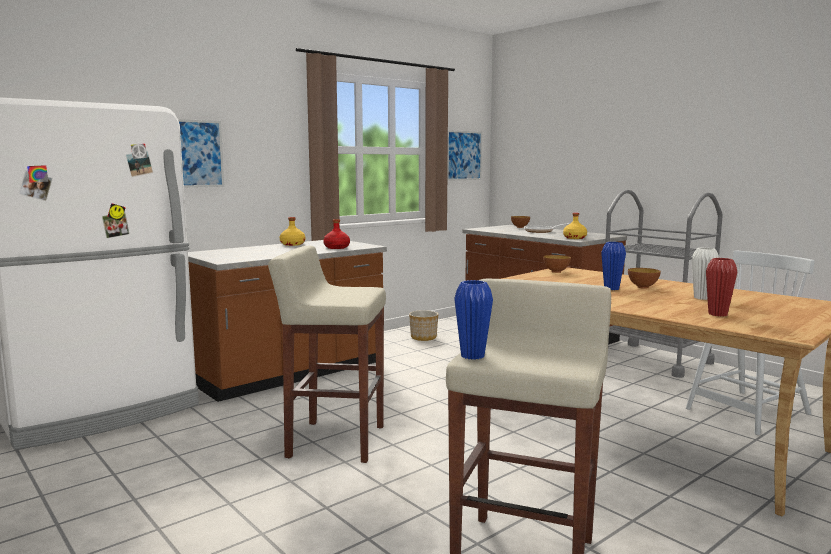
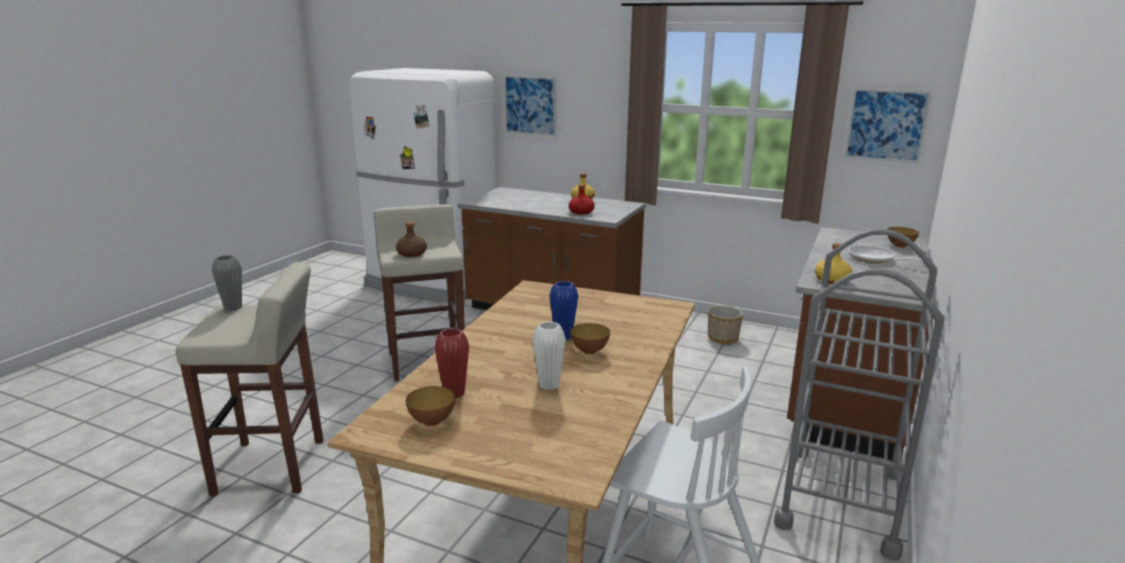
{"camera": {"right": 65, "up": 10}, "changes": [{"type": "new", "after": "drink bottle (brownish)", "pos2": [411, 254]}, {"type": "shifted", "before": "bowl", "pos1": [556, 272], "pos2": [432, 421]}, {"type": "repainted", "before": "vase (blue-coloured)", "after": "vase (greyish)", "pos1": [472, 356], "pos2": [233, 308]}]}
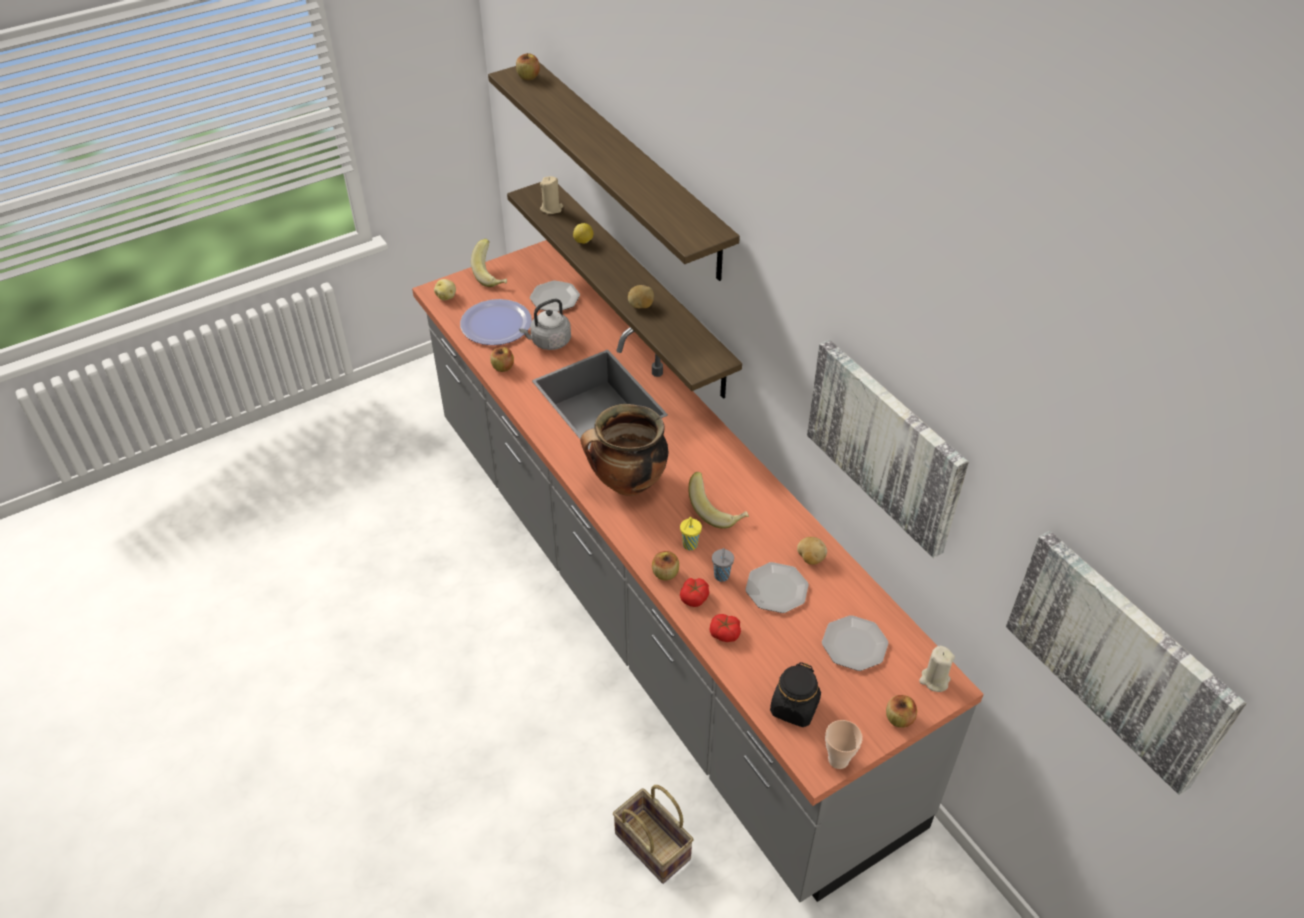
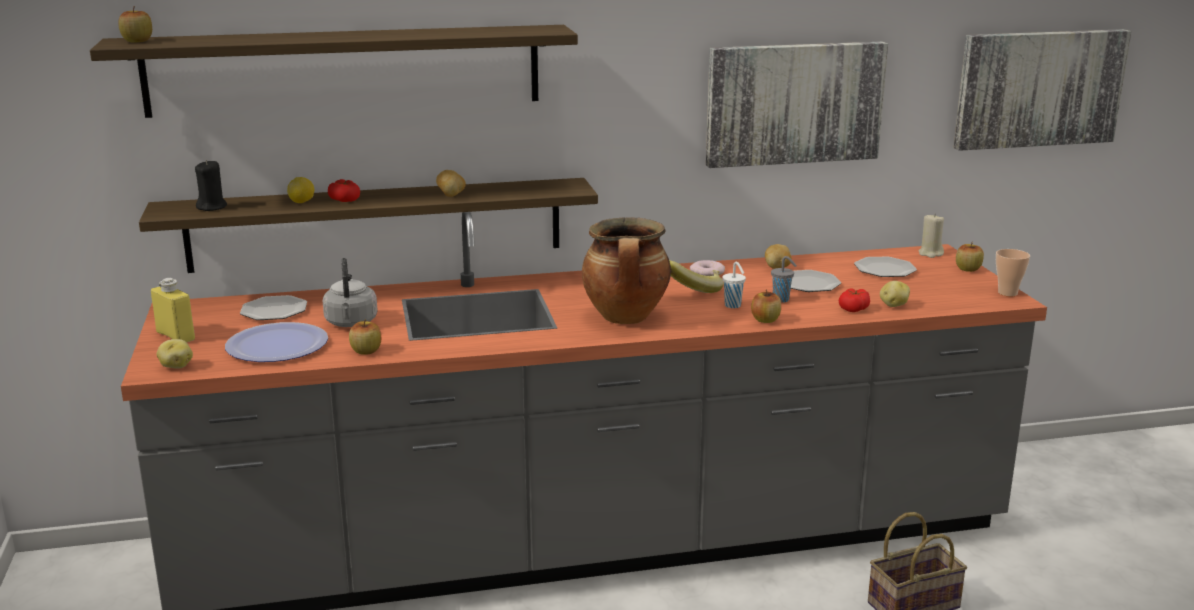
{"camera": {"right": -70, "up": -25}, "changes": [{"type": "gone", "before": "preserve jar (blackish)", "pos1": [794, 707]}, {"type": "new", "after": "ring doughnut", "pos2": [707, 273]}, {"type": "new", "after": "whole potato", "pos2": [893, 305]}, {"type": "shifted", "before": "fresh tomato", "pos1": [694, 597], "pos2": [345, 200]}, {"type": "swapped", "before": "banana", "after": "drink bottle (yellow)", "pos1": [492, 275], "pos2": [175, 336]}, {"type": "repainted", "before": "wax light (beige)", "after": "wax light (blackish)", "pos1": [551, 208], "pos2": [212, 207]}, {"type": "repainted", "before": "drinking cup (yellow)", "after": "drinking cup (white)", "pos1": [689, 545], "pos2": [733, 306]}]}
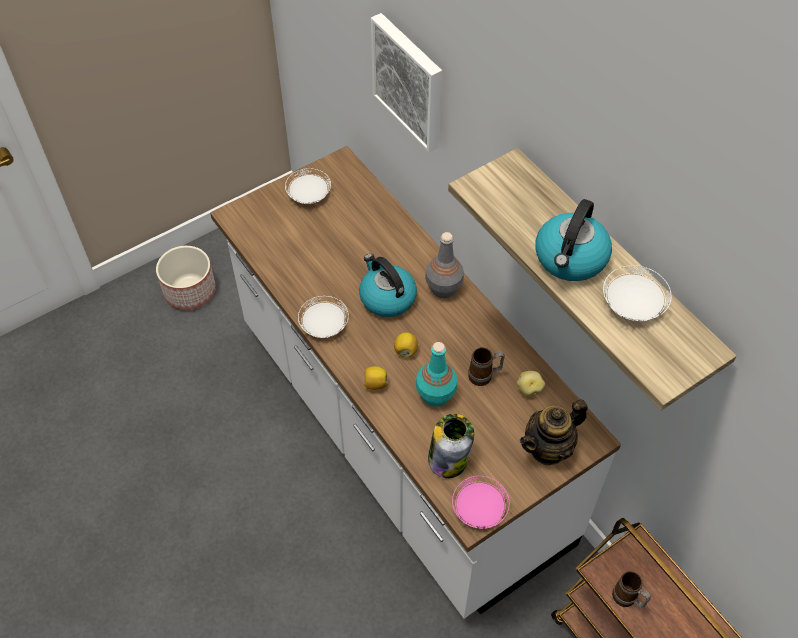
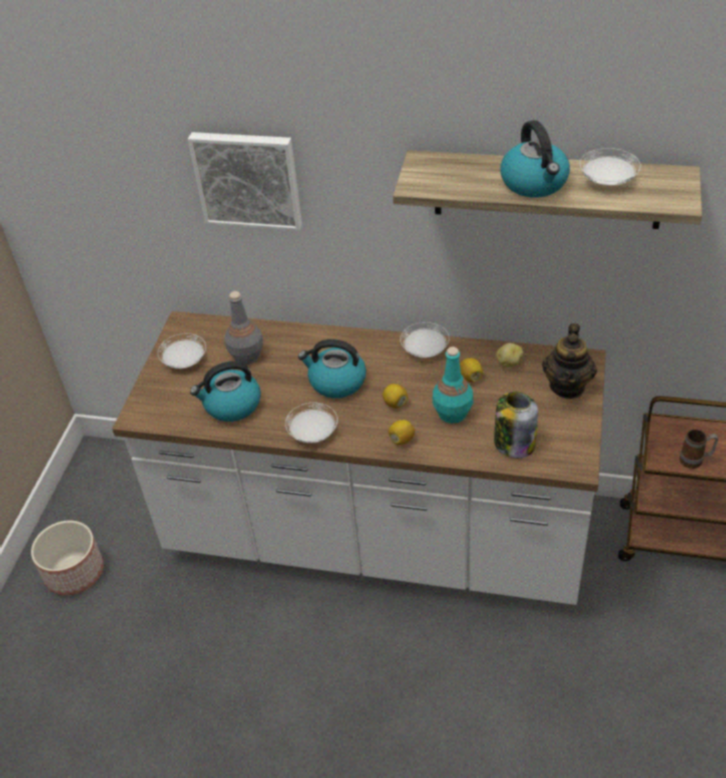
{"camera": {"right": -40, "up": -10}, "changes": [{"type": "gone", "before": "plate (pink-coloured)", "pos1": [479, 510]}, {"type": "new", "after": "tea kettle", "pos2": [231, 405]}, {"type": "new", "after": "plate (white)", "pos2": [424, 350]}, {"type": "shifted", "before": "drink bottle (greyish)", "pos1": [443, 288], "pos2": [247, 356]}, {"type": "swapped", "before": "mug", "after": "lemon", "pos1": [485, 376], "pos2": [470, 377]}]}
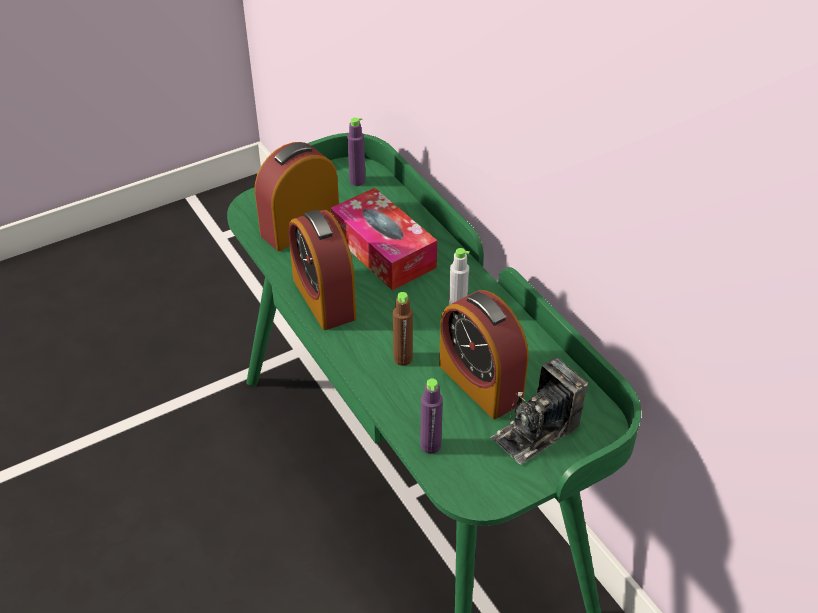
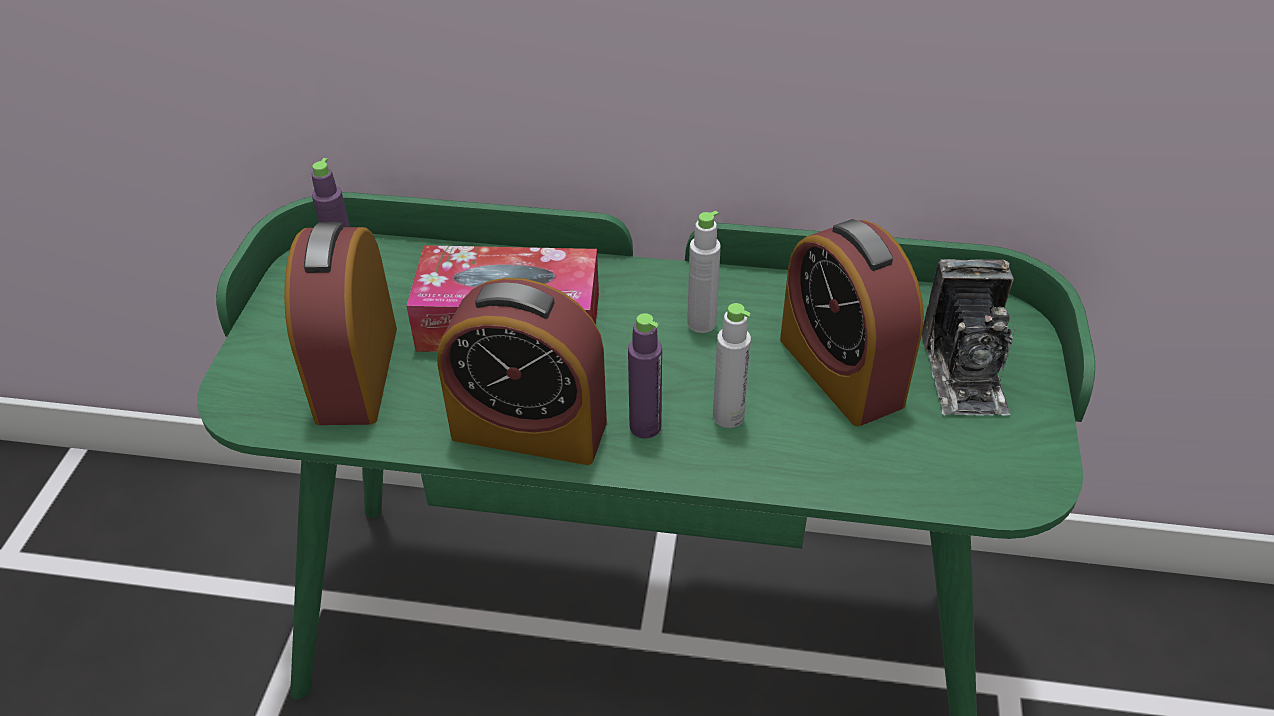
{"camera": {"right": -50, "up": 0}, "changes": [{"type": "shifted", "before": "drink bottle (purplish)", "pos1": [430, 445], "pos2": [645, 427]}, {"type": "repainted", "before": "drink bottle (brownish)", "after": "drink bottle (greyish)", "pos1": [403, 358], "pos2": [728, 416]}, {"type": "rotated", "before": "alarm clock", "pos1": [480, 383], "pos2": [840, 371], "turn": 60}]}
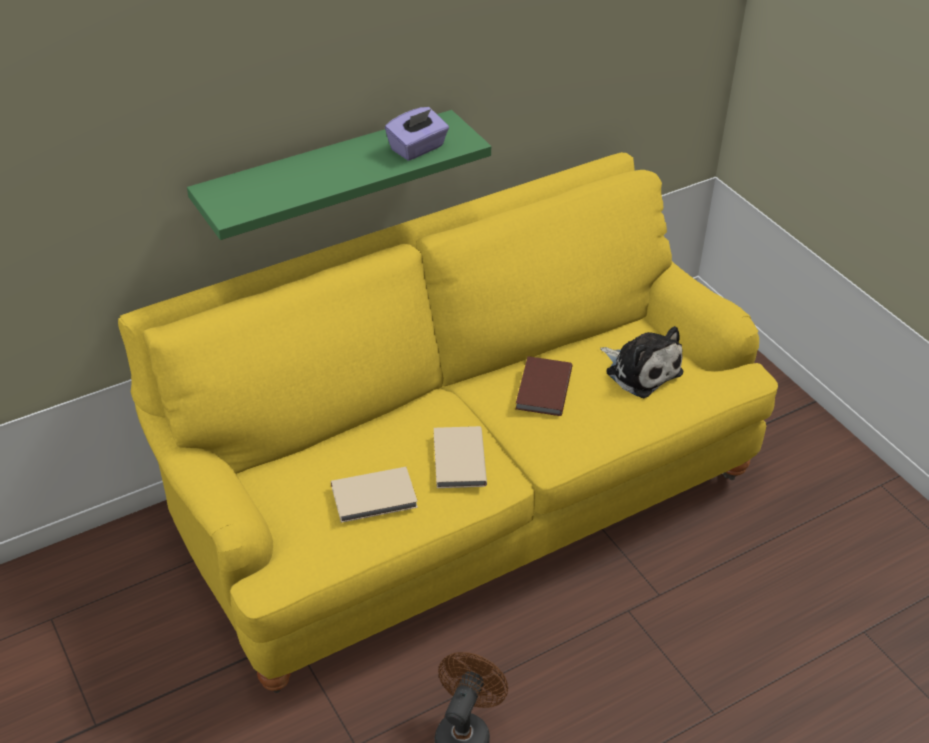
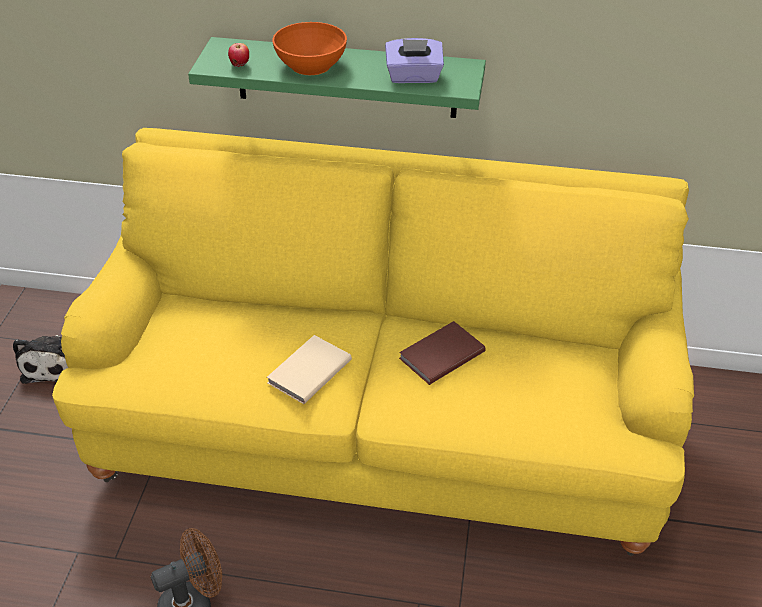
{"camera": {"right": 40, "up": 0}, "changes": [{"type": "gone", "before": "volume (beige)", "pos1": [375, 498]}, {"type": "new", "after": "apple", "pos2": [240, 65]}, {"type": "new", "after": "bowl (orange)", "pos2": [310, 65]}, {"type": "shifted", "before": "cuddly toy", "pos1": [641, 370], "pos2": [53, 365]}]}
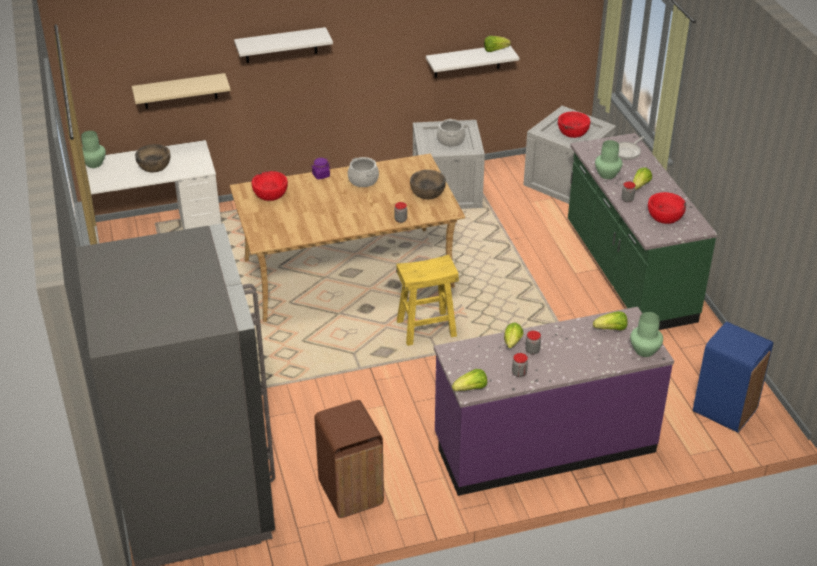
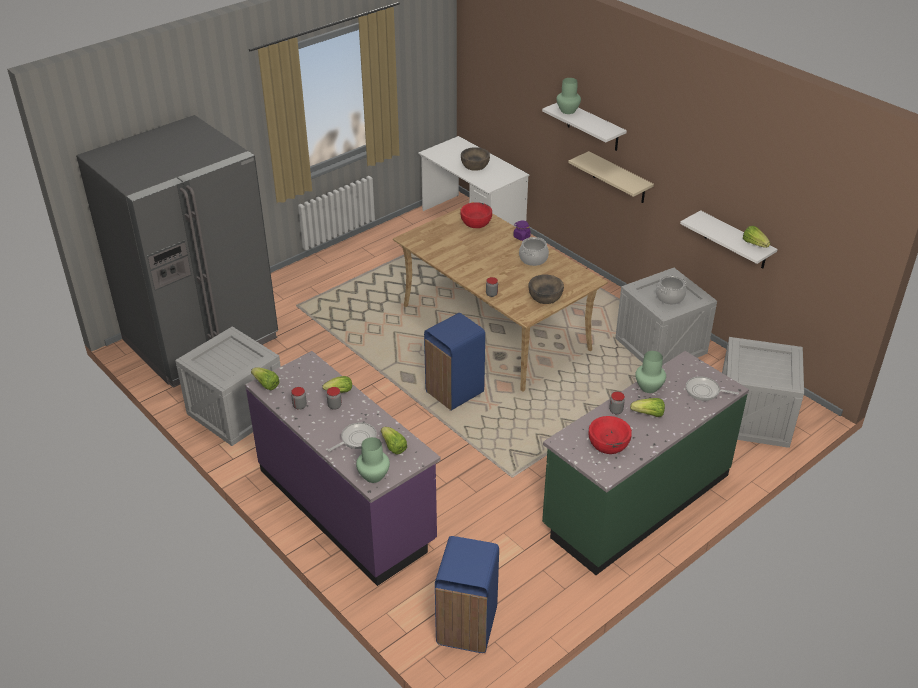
{"camera": {"right": 65, "up": 0}, "changes": [{"type": "gone", "before": "bowl (red)", "pos1": [573, 131]}, {"type": "new", "after": "frying pan", "pos2": [356, 439]}, {"type": "shifted", "before": "vase (green)", "pos1": [94, 163], "pos2": [568, 111]}, {"type": "shifted", "before": "bracket shelf (beige)", "pos1": [180, 91], "pos2": [619, 178]}, {"type": "swapped", "before": "rubbish bin (brownish)", "after": "shipping crate", "pos1": [350, 493], "pos2": [236, 411]}, {"type": "swapped", "before": "sitting stool (yellow)", "after": "rubbish bin (blue-coloured)", "pos1": [426, 329], "pos2": [454, 392]}]}
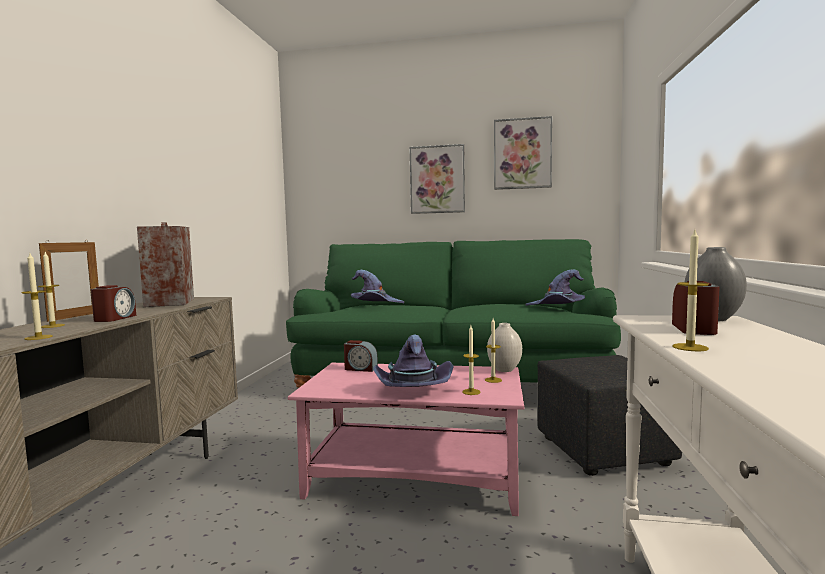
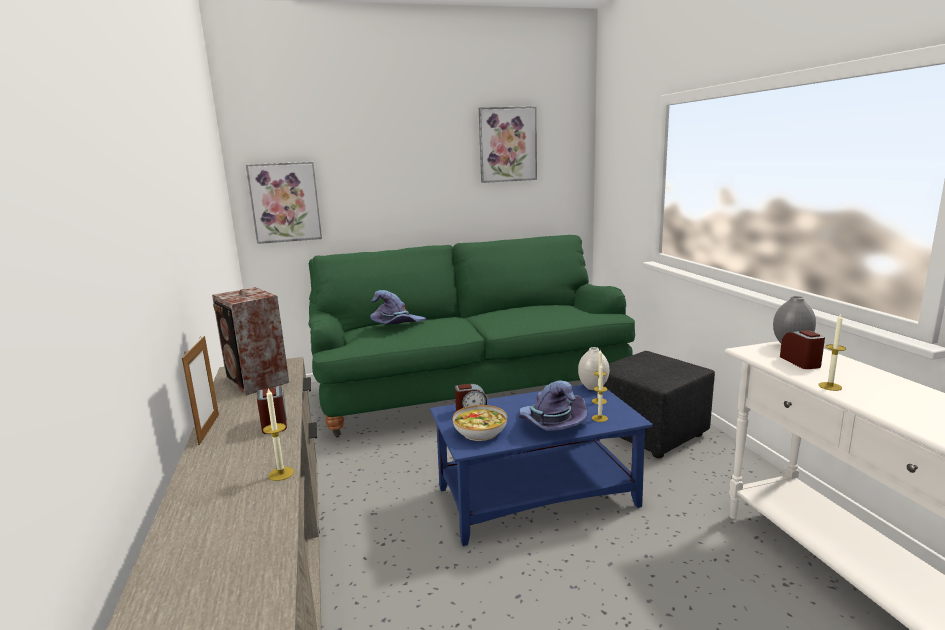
{"camera": {"right": -25, "up": 10}, "changes": [{"type": "gone", "before": "wax light", "pos1": [52, 326]}, {"type": "gone", "before": "wearable hat (purplish)", "pos1": [557, 307]}, {"type": "new", "after": "bowl", "pos2": [480, 432]}, {"type": "shifted", "before": "wall art", "pos1": [437, 179], "pos2": [285, 202]}, {"type": "repainted", "before": "coffee table (pink-coloured)", "after": "coffee table (blue-coloured)", "pos1": [416, 477], "pos2": [538, 496]}]}
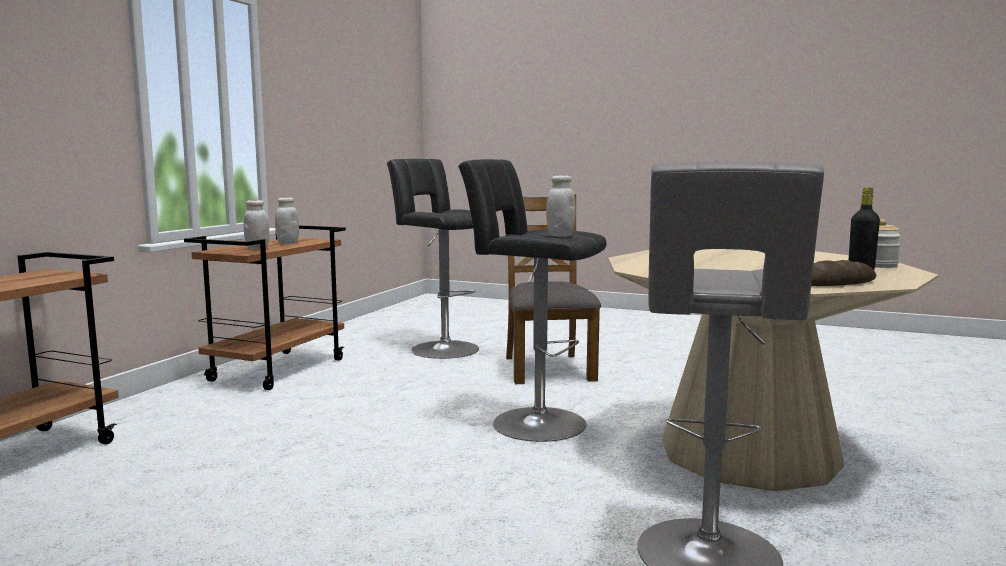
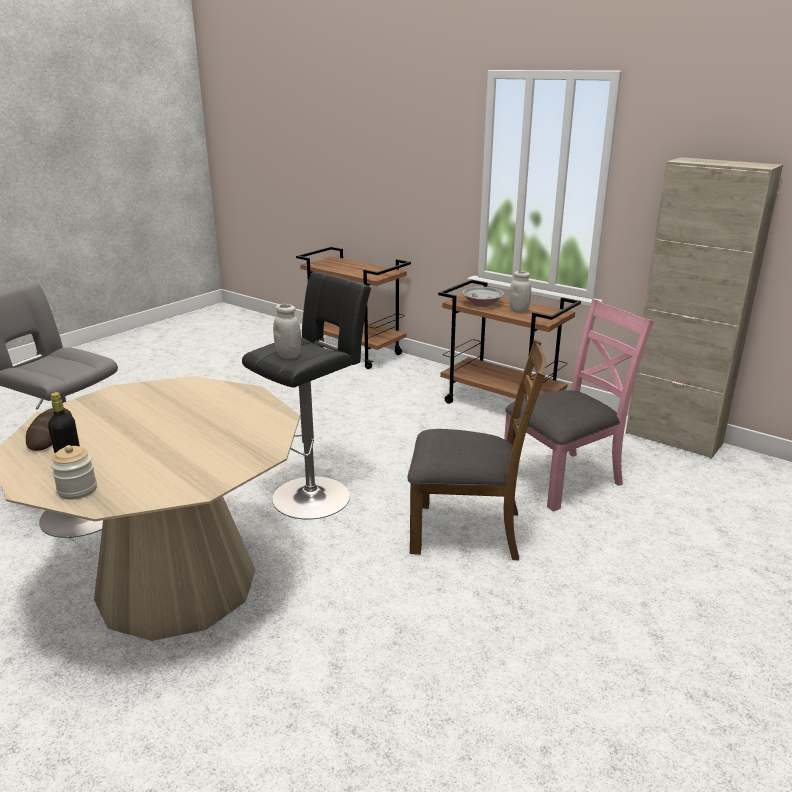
{"camera": {"right": 105, "up": 15}, "changes": [{"type": "new", "after": "cabinet (beige)", "pos2": [673, 438]}, {"type": "swapped", "before": "preserve jar (white)", "after": "bowl", "pos1": [257, 248], "pos2": [482, 304]}, {"type": "swapped", "before": "sitting stool (blackish)", "after": "plain chair (pink-coloured)", "pos1": [441, 348], "pos2": [563, 479]}]}
